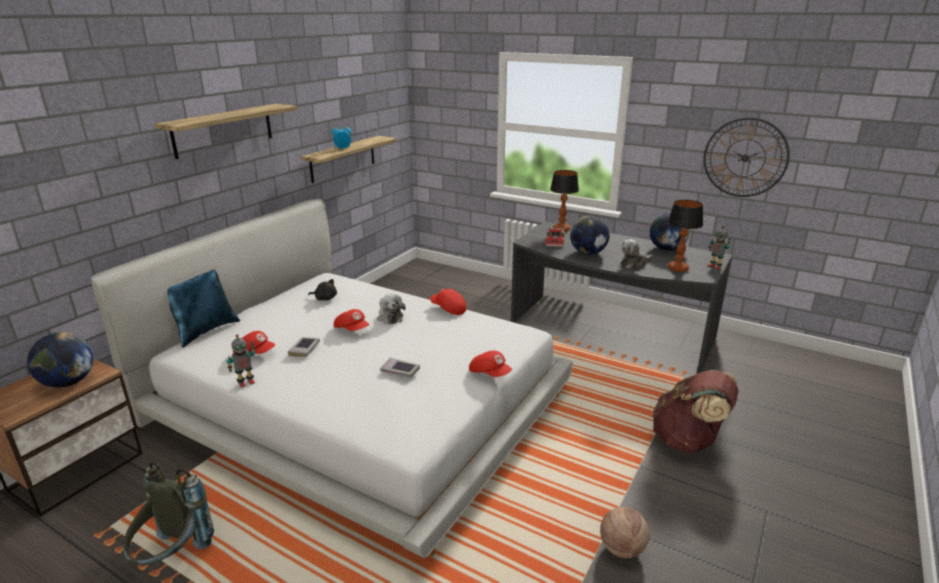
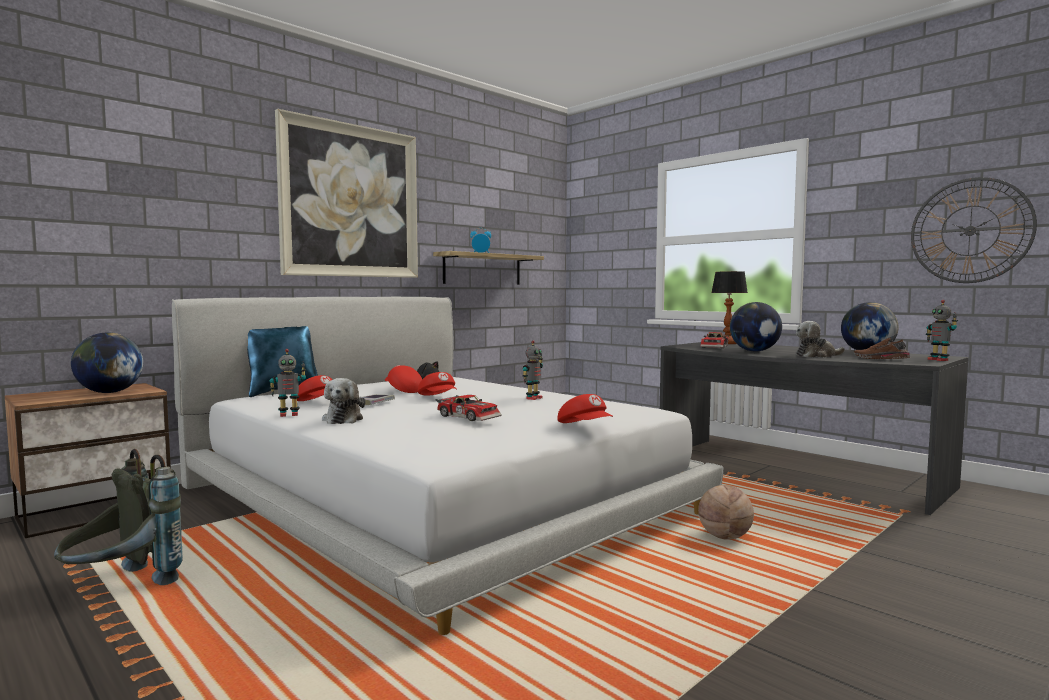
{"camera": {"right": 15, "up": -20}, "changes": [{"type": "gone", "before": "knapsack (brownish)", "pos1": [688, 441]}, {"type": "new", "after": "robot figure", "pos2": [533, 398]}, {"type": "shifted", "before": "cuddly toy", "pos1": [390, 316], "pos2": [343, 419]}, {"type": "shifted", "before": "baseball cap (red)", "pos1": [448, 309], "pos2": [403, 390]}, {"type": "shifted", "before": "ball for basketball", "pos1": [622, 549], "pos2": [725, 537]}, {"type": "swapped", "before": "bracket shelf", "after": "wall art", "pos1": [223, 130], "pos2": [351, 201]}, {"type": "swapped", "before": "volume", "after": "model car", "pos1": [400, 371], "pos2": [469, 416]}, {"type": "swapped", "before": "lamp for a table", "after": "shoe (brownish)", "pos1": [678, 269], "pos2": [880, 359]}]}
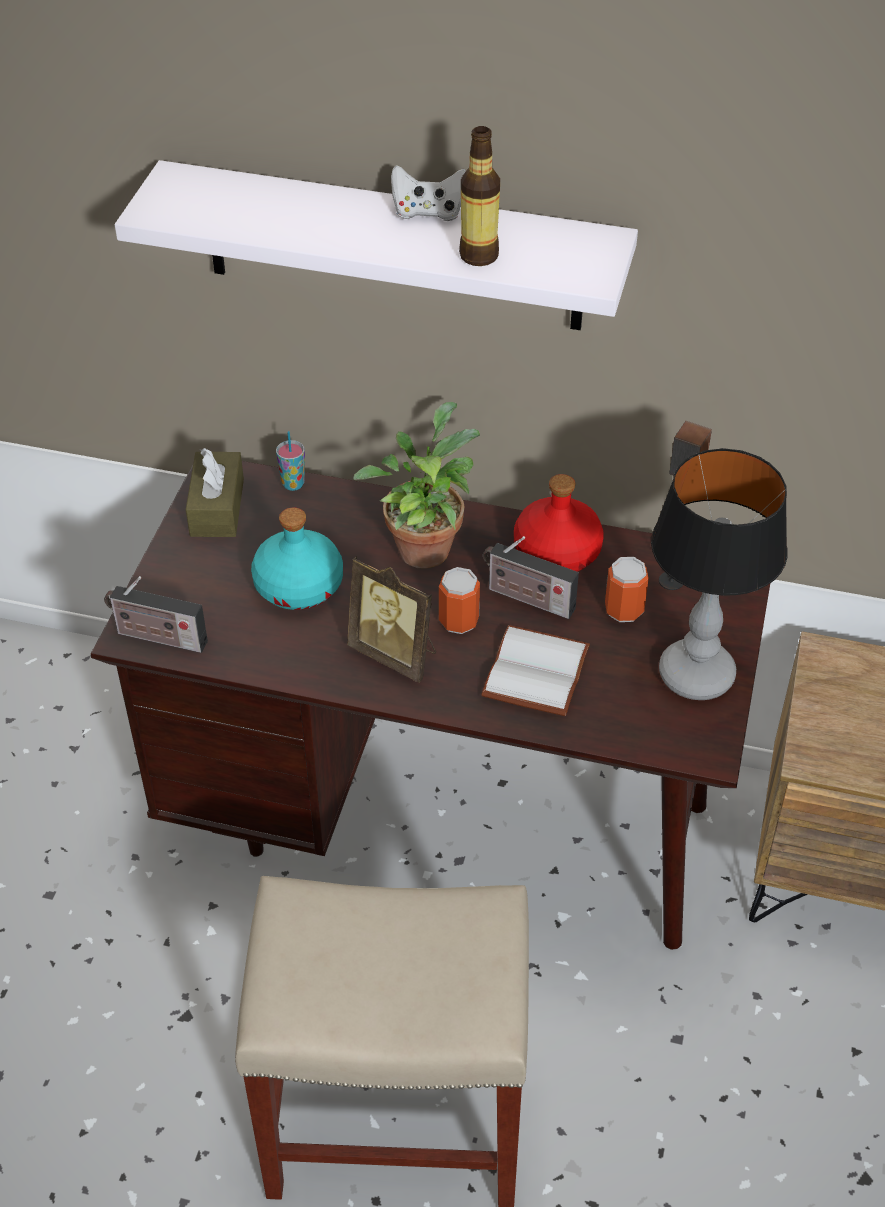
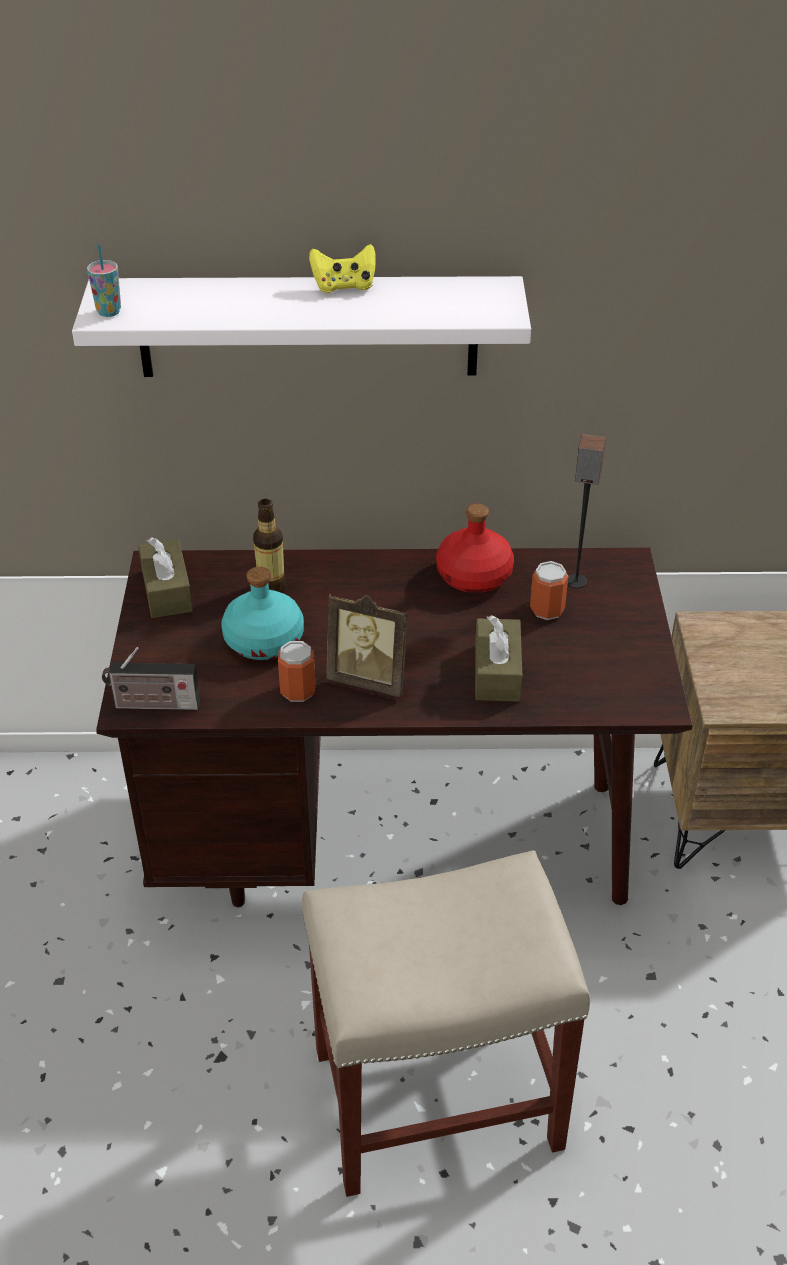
{"camera": {"right": -15, "up": -5}, "changes": [{"type": "gone", "before": "houseplant", "pos1": [423, 545]}, {"type": "gone", "before": "radio", "pos1": [526, 598]}, {"type": "gone", "before": "lamp for a table", "pos1": [697, 674]}, {"type": "shifted", "before": "drinking cup", "pos1": [293, 484], "pos2": [109, 312]}, {"type": "shifted", "before": "metal can", "pos1": [459, 621], "pos2": [298, 691]}, {"type": "shifted", "before": "drink bottle", "pos1": [478, 256], "pos2": [271, 586]}, {"type": "swapped", "before": "volume (white)", "after": "tissue box (brownish)", "pos1": [538, 674], "pos2": [497, 672]}, {"type": "repainted", "before": "game controller (white)", "after": "game controller (yellow)", "pos1": [428, 212], "pos2": [344, 286]}]}
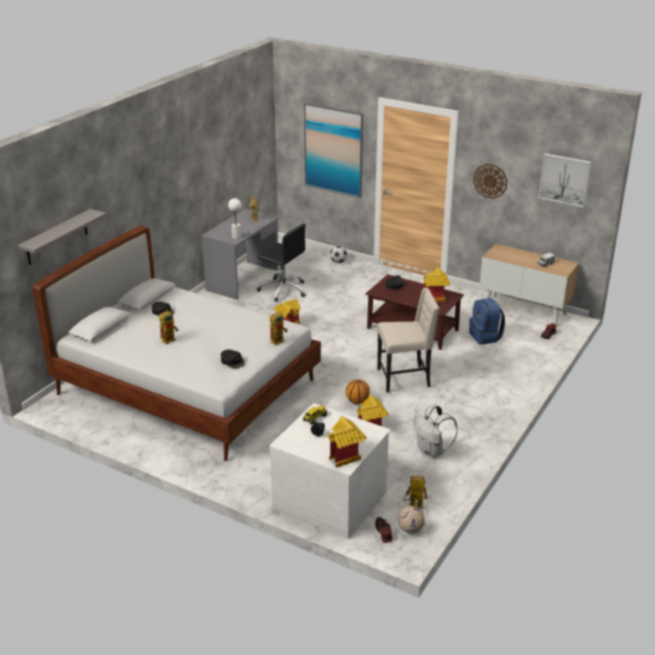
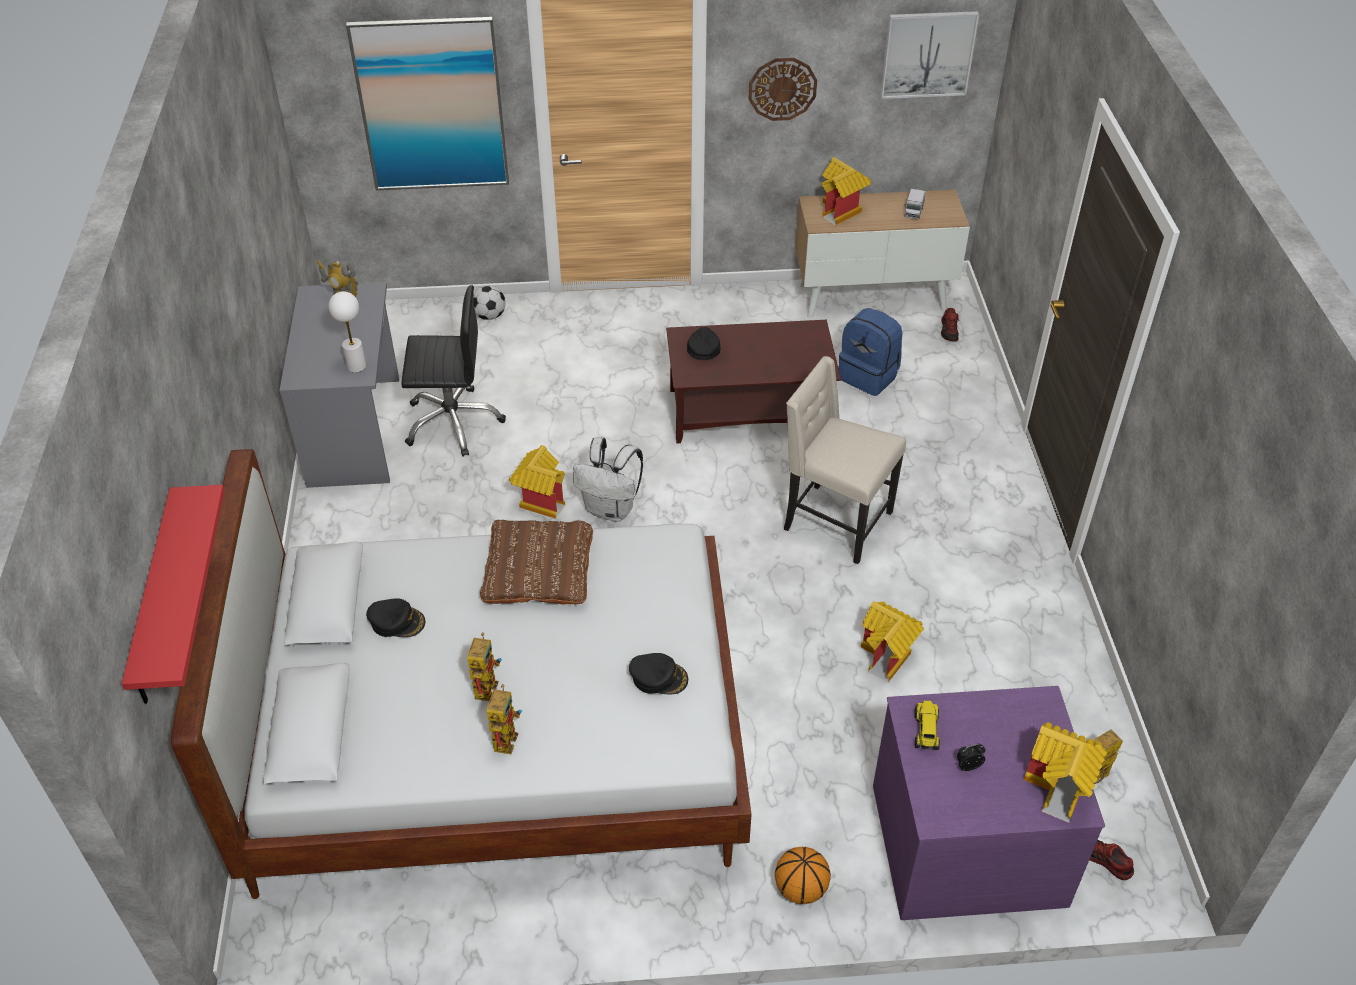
{"camera": {"right": -35, "up": 15}, "changes": [{"type": "gone", "before": "ball for football", "pos1": [410, 530]}, {"type": "new", "after": "cushion (brownish)", "pos2": [538, 569]}, {"type": "shifted", "before": "robot figure", "pos1": [278, 340], "pos2": [504, 736]}, {"type": "shifted", "before": "ball for basketball", "pos1": [357, 401], "pos2": [800, 889]}, {"type": "shifted", "before": "knapsack (white)", "pos1": [432, 452], "pos2": [611, 509]}, {"type": "shifted", "before": "toy house", "pos1": [435, 298], "pos2": [841, 211]}, {"type": "repainted", "before": "bracket shelf (greyish)", "after": "bracket shelf (red)", "pos1": [57, 237], "pos2": [155, 600]}, {"type": "repainted", "before": "drawer chest (white)", "after": "drawer chest (purplish)", "pos1": [330, 499], "pos2": [967, 841]}, {"type": "rotated", "before": "plain chair (beige)", "pos1": [405, 378], "pos2": [835, 522], "turn": -105}]}
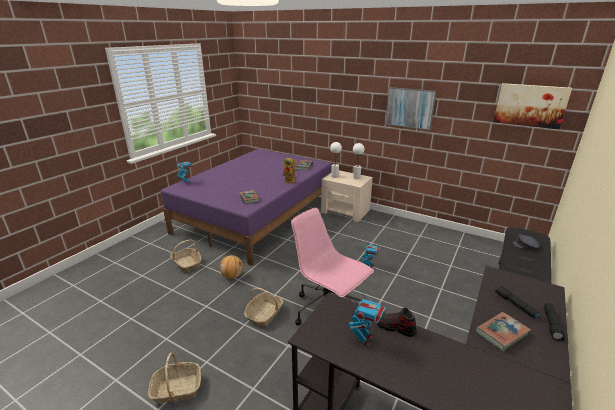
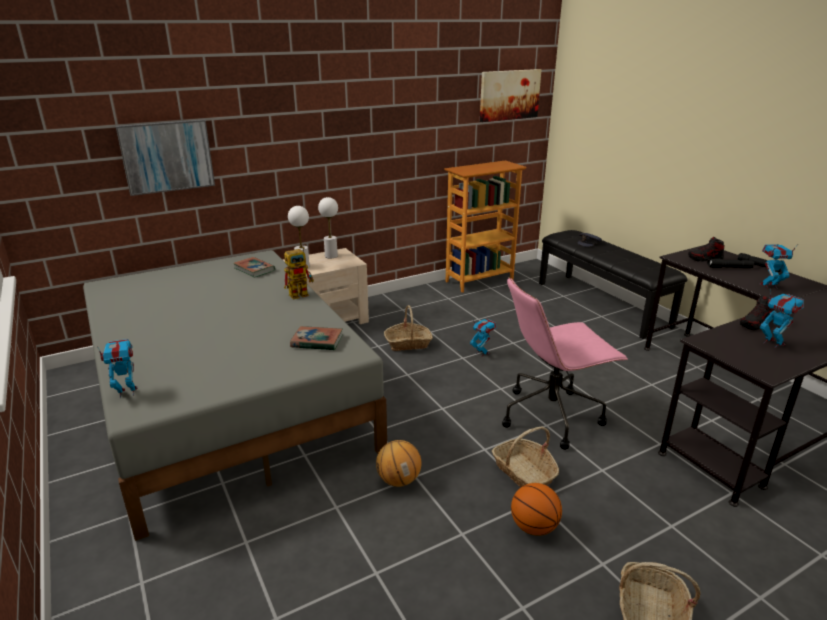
{"camera": {"right": -60, "up": 0}, "changes": [{"type": "new", "after": "bookshelf", "pos2": [479, 280]}, {"type": "new", "after": "ball for basketball", "pos2": [534, 527]}, {"type": "new", "after": "shoe", "pos2": [705, 259]}, {"type": "shifted", "before": "household basket", "pos1": [187, 263], "pos2": [408, 343]}, {"type": "shifted", "before": "wall art", "pos1": [410, 108], "pos2": [167, 156]}, {"type": "swapped", "before": "volume", "after": "robot figure", "pos1": [501, 333], "pos2": [768, 286]}, {"type": "repainted", "before": "sleeping bed (purplish)", "after": "sleeping bed (greyish)", "pos1": [257, 216], "pos2": [228, 399]}]}
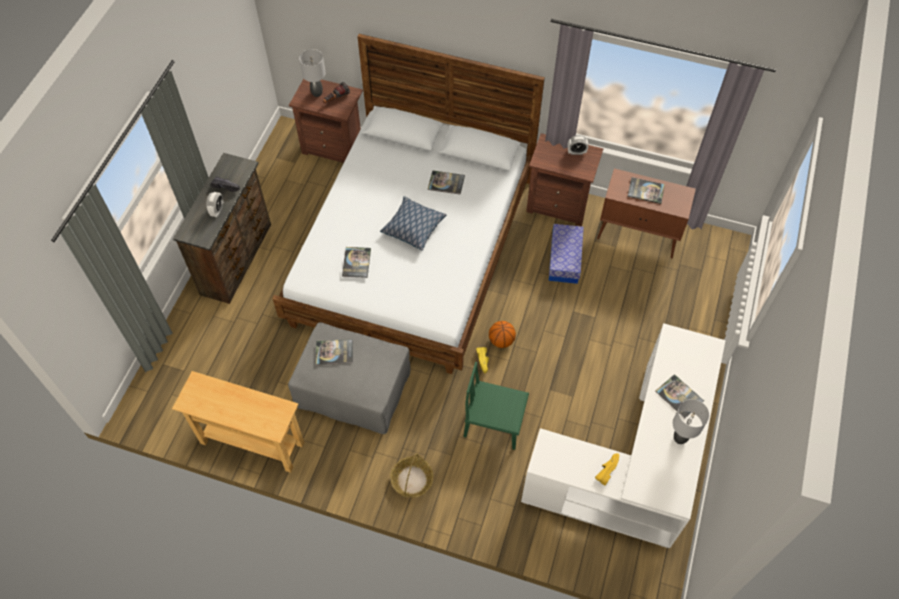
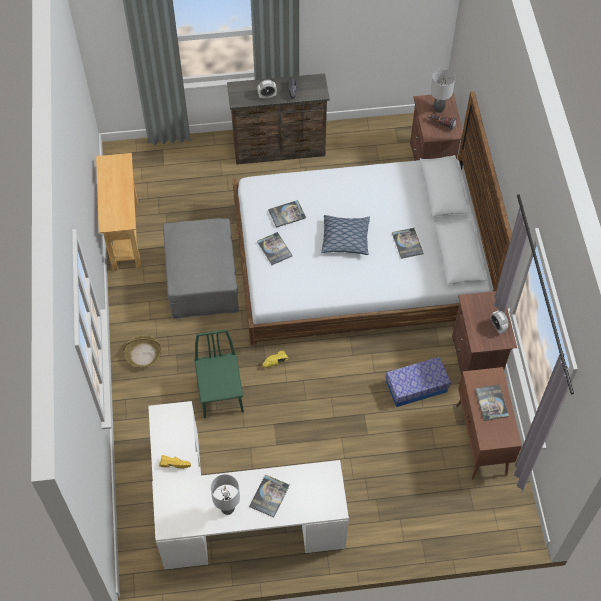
{"camera": {"right": 65, "up": 0}, "changes": [{"type": "gone", "before": "ball for basketball", "pos1": [501, 341]}, {"type": "shifted", "before": "volume", "pos1": [334, 352], "pos2": [274, 249]}]}
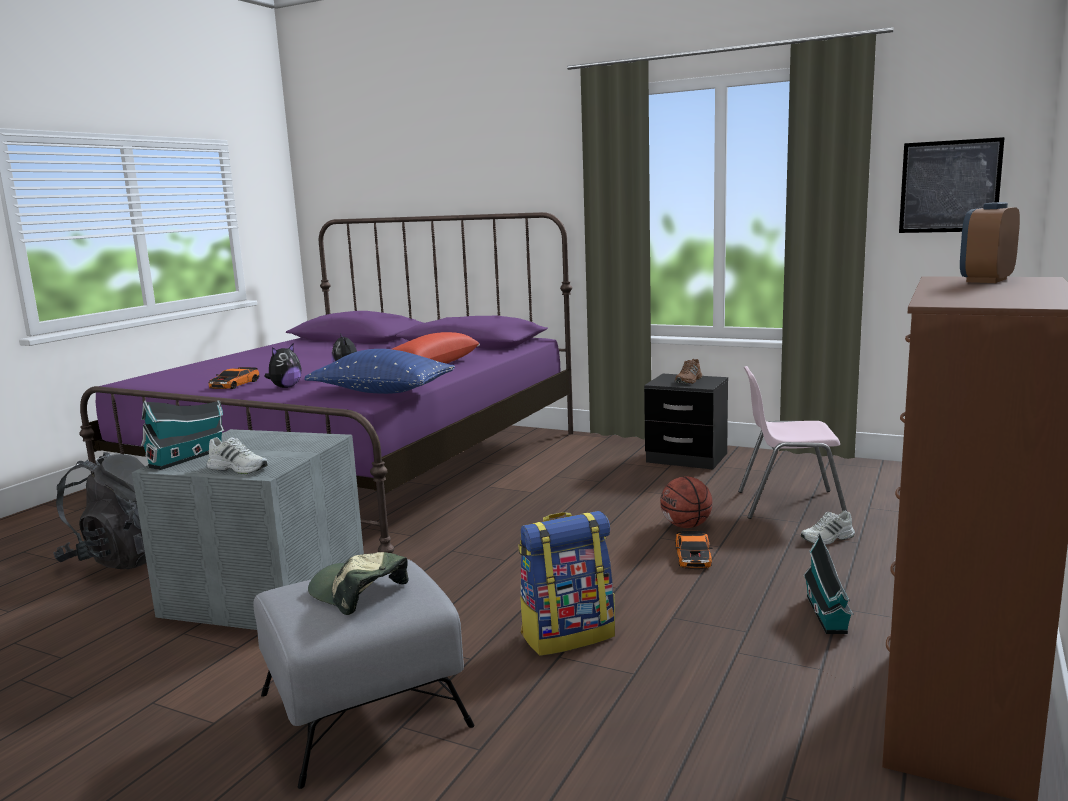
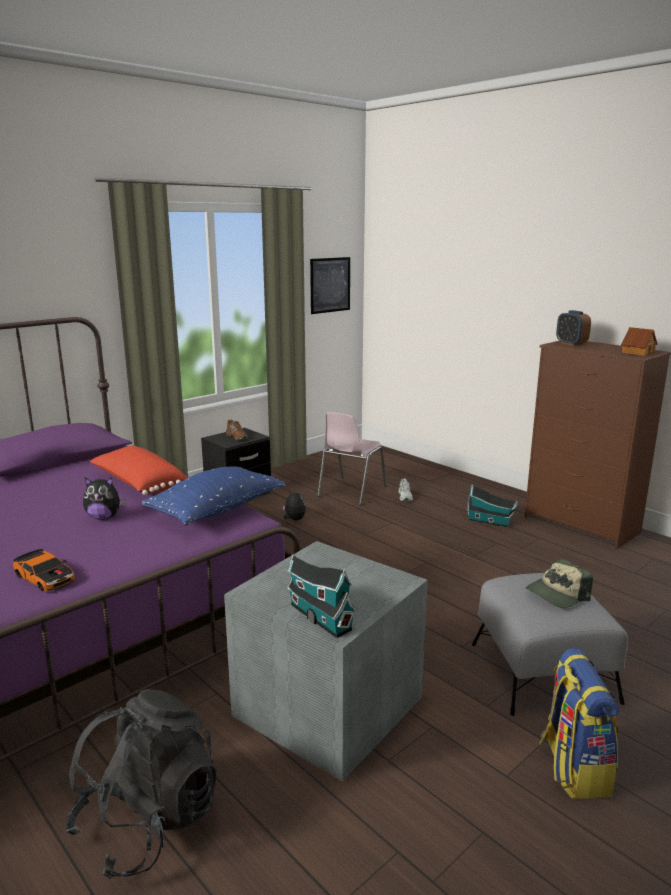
{"camera": {"right": -70, "up": 5}, "changes": [{"type": "gone", "before": "shoe (white)", "pos1": [239, 468]}, {"type": "gone", "before": "ball for basketball", "pos1": [686, 526]}, {"type": "gone", "before": "model car", "pos1": [694, 557]}, {"type": "new", "after": "toy house", "pos2": [637, 352]}, {"type": "shifted", "before": "cuddly toy", "pos1": [285, 387], "pos2": [294, 519]}, {"type": "shifted", "before": "knapsack", "pos1": [568, 635], "pos2": [573, 767]}]}
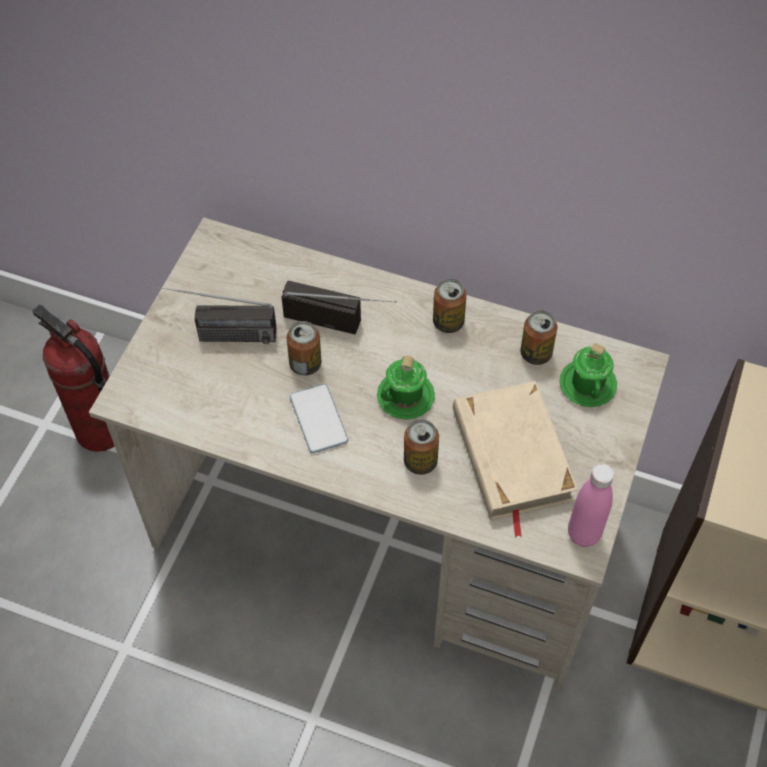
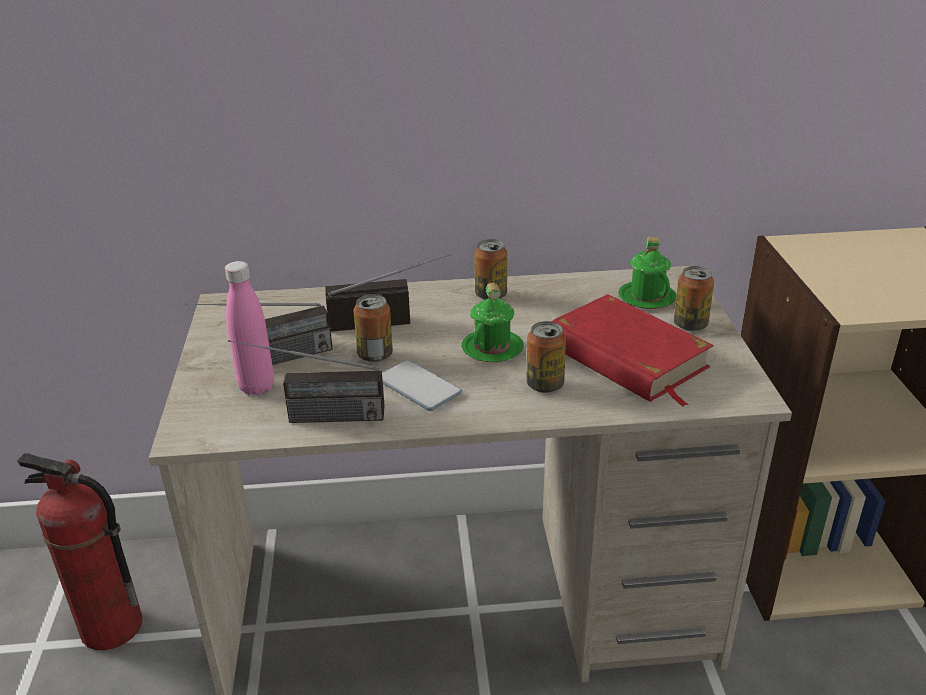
{"camera": {"right": -25, "up": -25}, "changes": [{"type": "new", "after": "radio", "pos2": [311, 417]}, {"type": "shifted", "before": "metal can", "pos1": [535, 353], "pos2": [690, 325]}, {"type": "shifted", "before": "drink bottle (pink-coloured)", "pos1": [583, 534], "pos2": [257, 387]}, {"type": "repainted", "before": "volume (beige)", "after": "volume (red)", "pos1": [511, 456], "pos2": [625, 356]}]}
